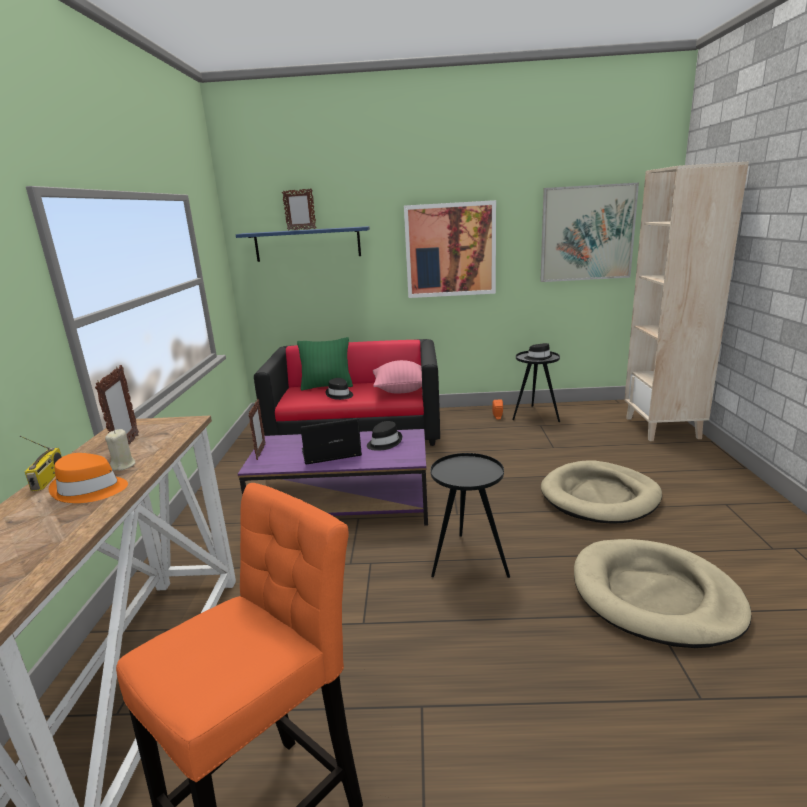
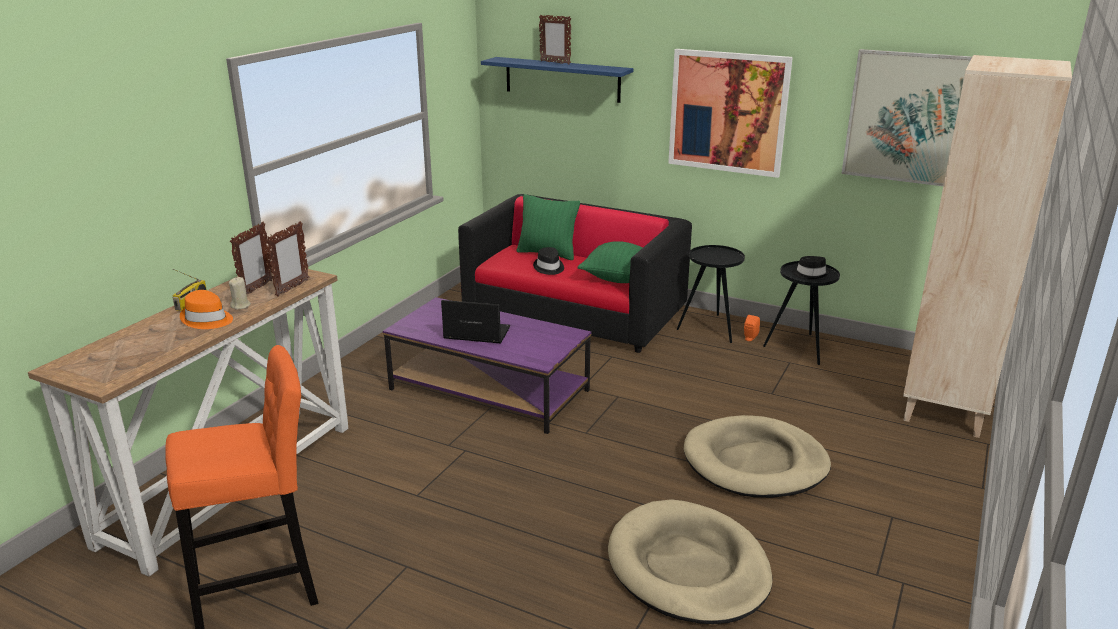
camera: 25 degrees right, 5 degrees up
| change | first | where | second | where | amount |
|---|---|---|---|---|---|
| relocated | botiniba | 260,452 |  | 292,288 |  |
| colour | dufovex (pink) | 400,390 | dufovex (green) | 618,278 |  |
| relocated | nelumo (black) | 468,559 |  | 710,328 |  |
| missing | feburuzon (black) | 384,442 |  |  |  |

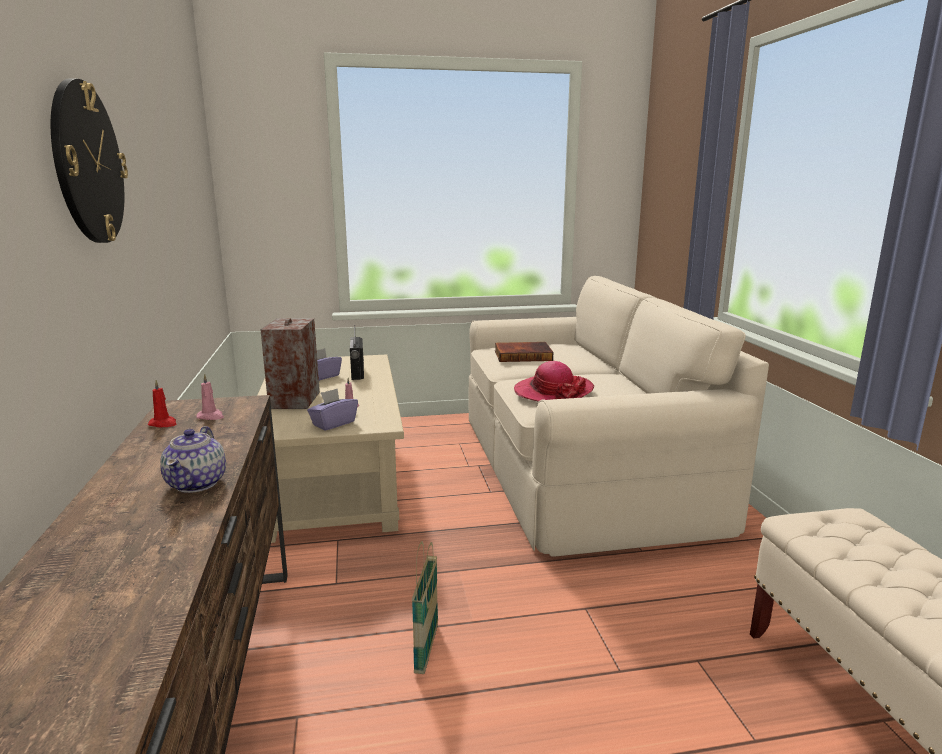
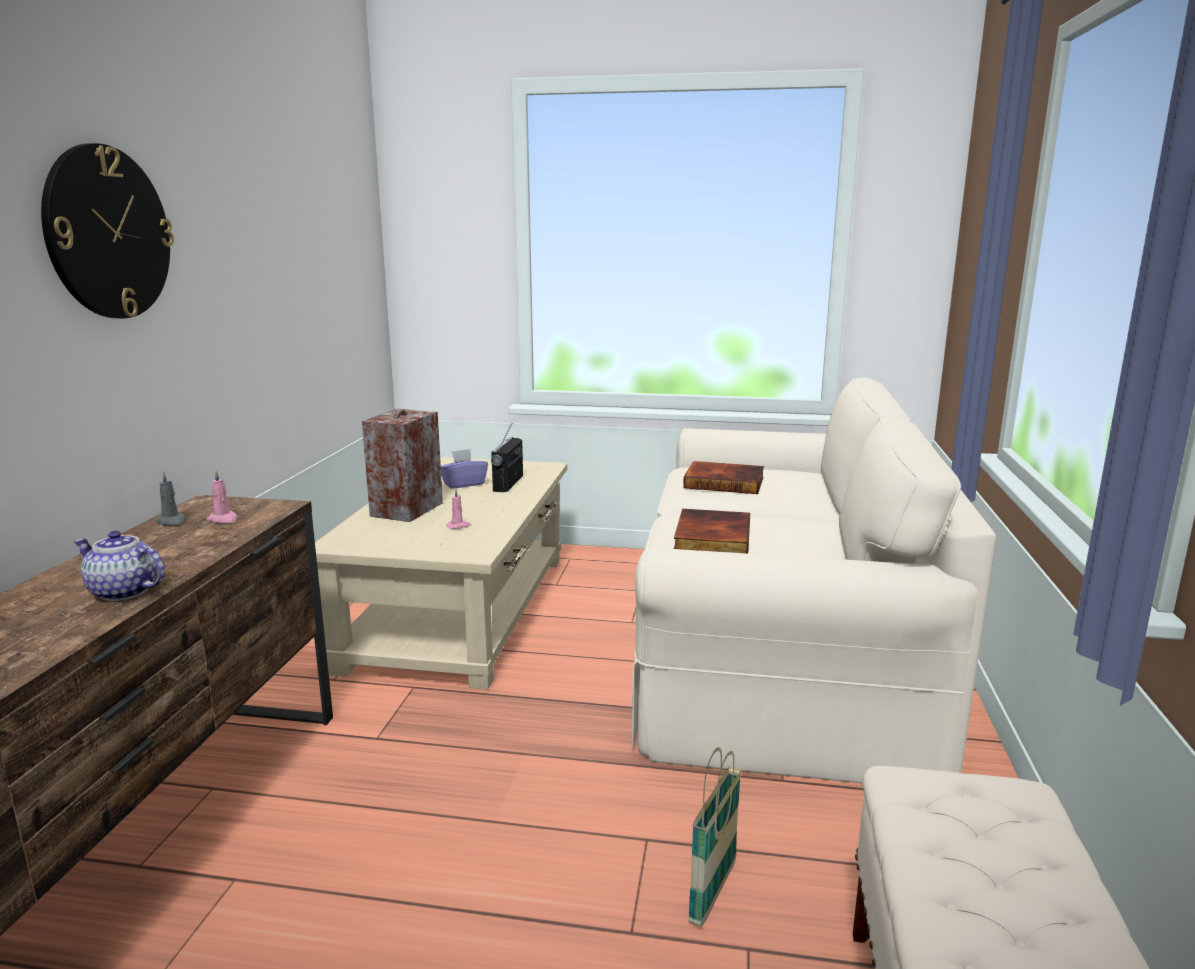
camera: 20 degrees right, 0 degrees up
| change | first | where | second | where | amount |
|---|---|---|---|---|---|
| spun | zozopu | 197,483 |  | 124,592 | 90 degrees clockwise |
| colour | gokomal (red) | 163,424 | gokomal (grey) | 171,521 |  |
| exchanged | feburuzon | 553,392 | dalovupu | 710,538 |  |
| relocated | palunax | 426,648 |  | 713,892 |  |
| missing | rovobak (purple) | 333,423 |  |  |  |

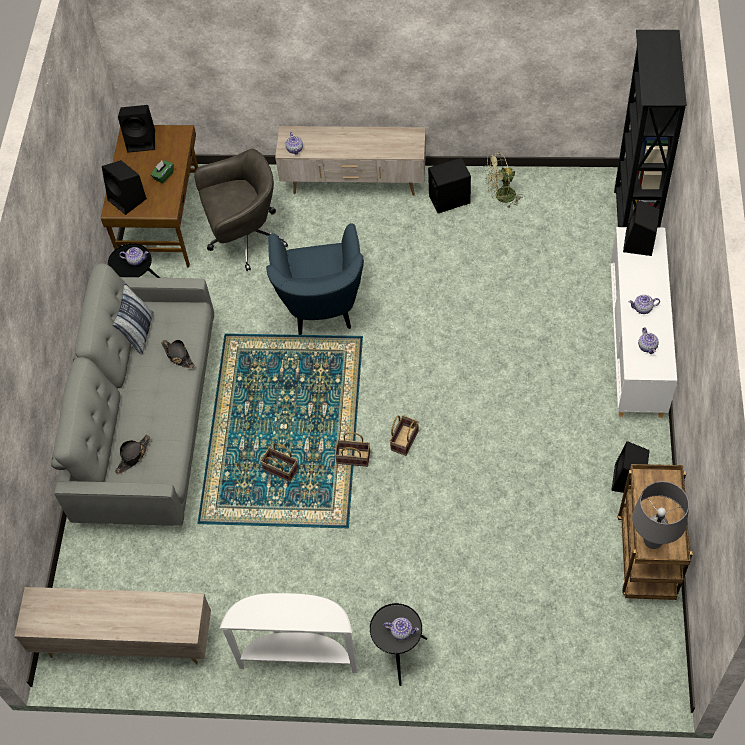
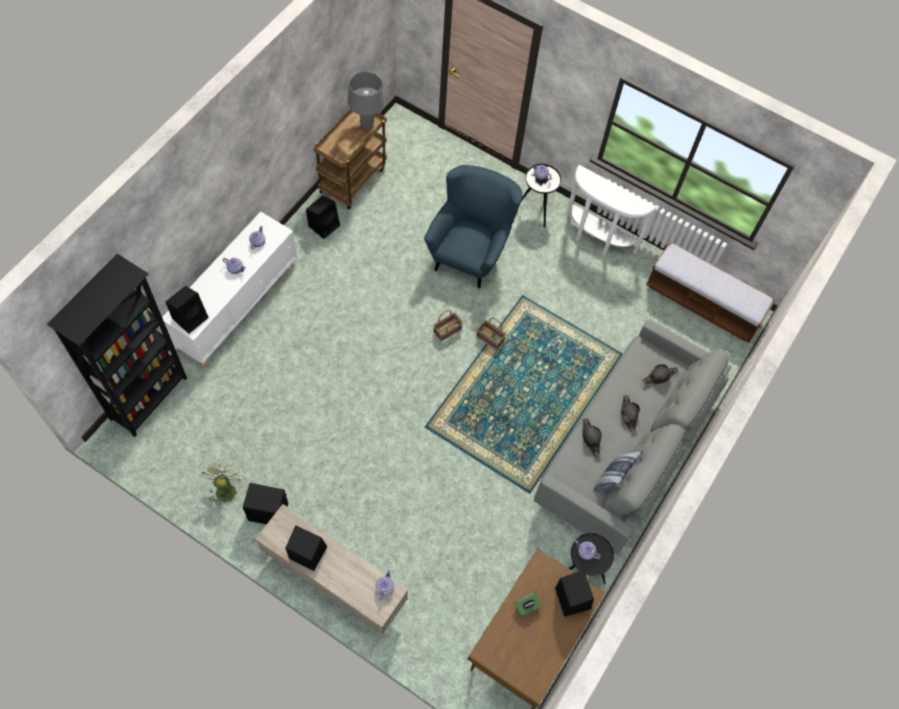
camera: 160 degrees left, 5 degrees up
| change | first | where | second | where | amount |
|---|---|---|---|---|---|
| spun | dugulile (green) | 501,197 |  | 225,488 | 105 degrees counterclockwise |
| relocated | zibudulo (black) | 142,140 |  | 307,552 |  |
| relocated | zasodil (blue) | 322,309 |  | 470,253 |  |
| appeared |  |  | feburuzon (black) | 628,414 |  |
| exchanged | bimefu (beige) | 126,643 | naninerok | 703,304 |  |
| missing | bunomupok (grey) | 245,239 |  |  |  |
| missing | palunax | 279,469 |  |  |  |

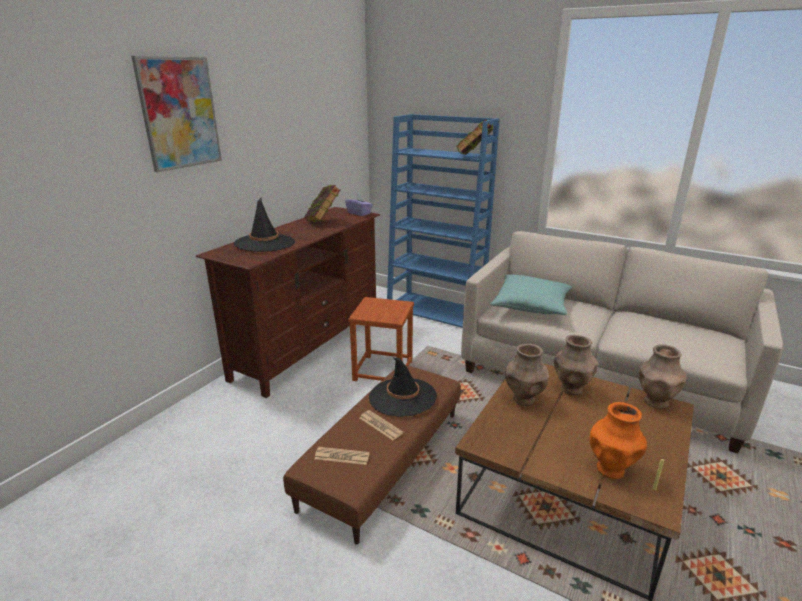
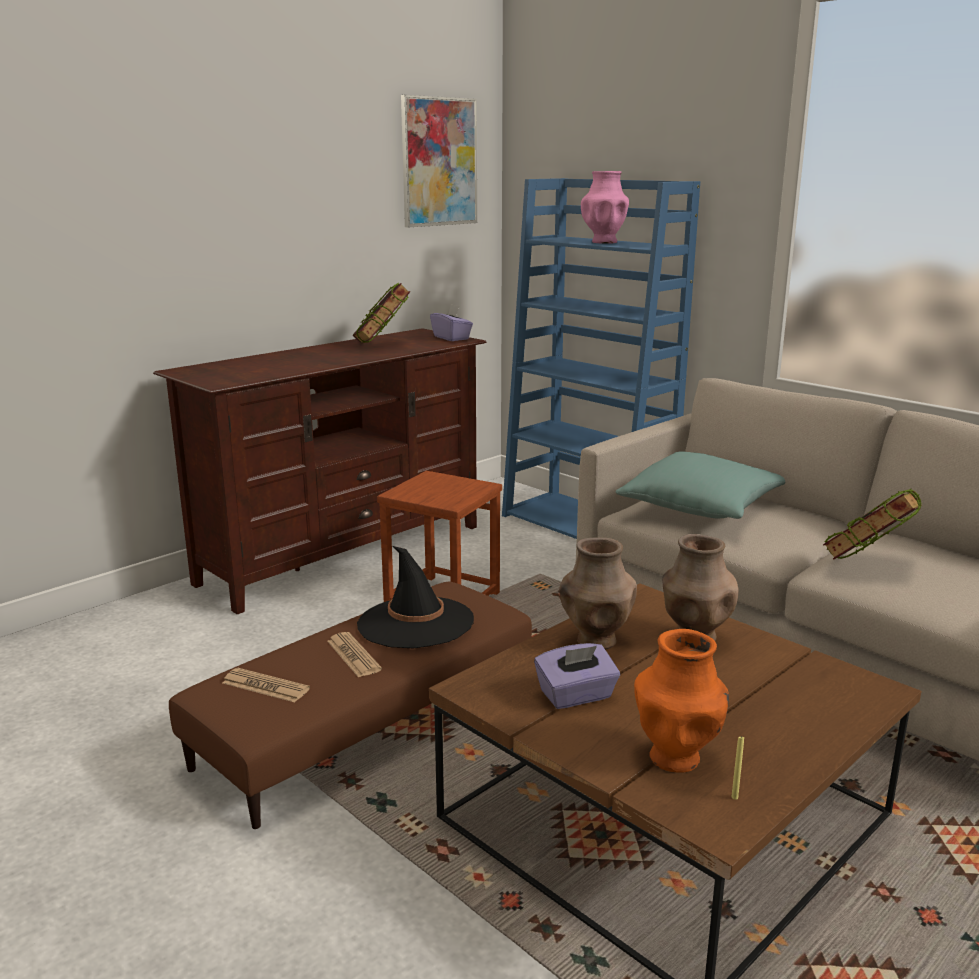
camera: 15 degrees right, 5 degrees down
| change | first | where | second | where | amount |
|---|---|---|---|---|---|
| relocated | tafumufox | 179,113 |  | 439,162 |  |
| appeared |  |  | rovobak (purple) | 576,696 |  |
| appeared |  |  | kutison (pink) | 604,242 |  |
| relocated | dalovupu | 474,157 |  | 866,566 |  |
| missing | feburuzon (black) | 265,243 |  |  |  |
| missing | kutison (brown) | 655,402 |  |  |  |

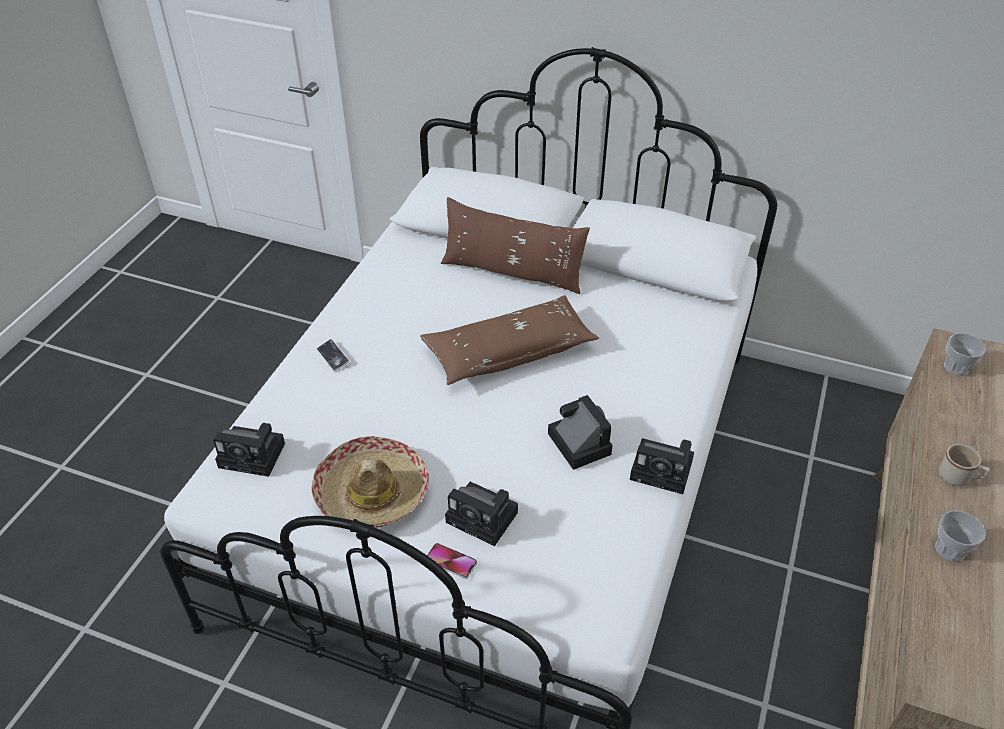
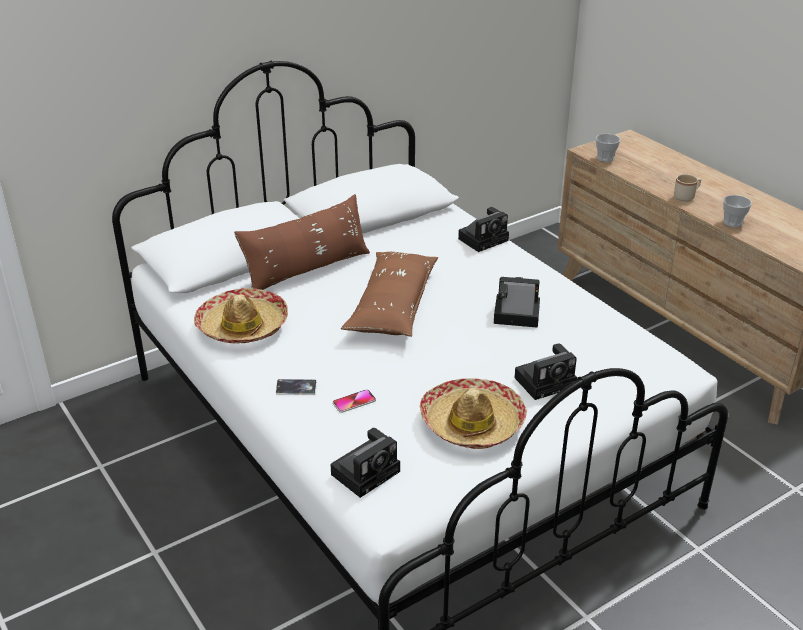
camera: 55 degrees left, 10 degrees down
| change | first | where | second | where | amount |
|---|---|---|---|---|---|
| appeared |  |  | feburuzon | 243,326 |  |
| relocated | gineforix | 451,561 |  | 354,402 |  |
| relocated | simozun | 664,470 |  | 484,239 |  |

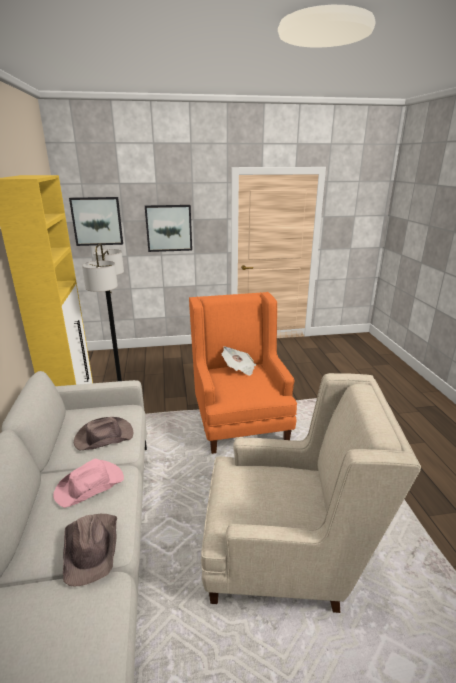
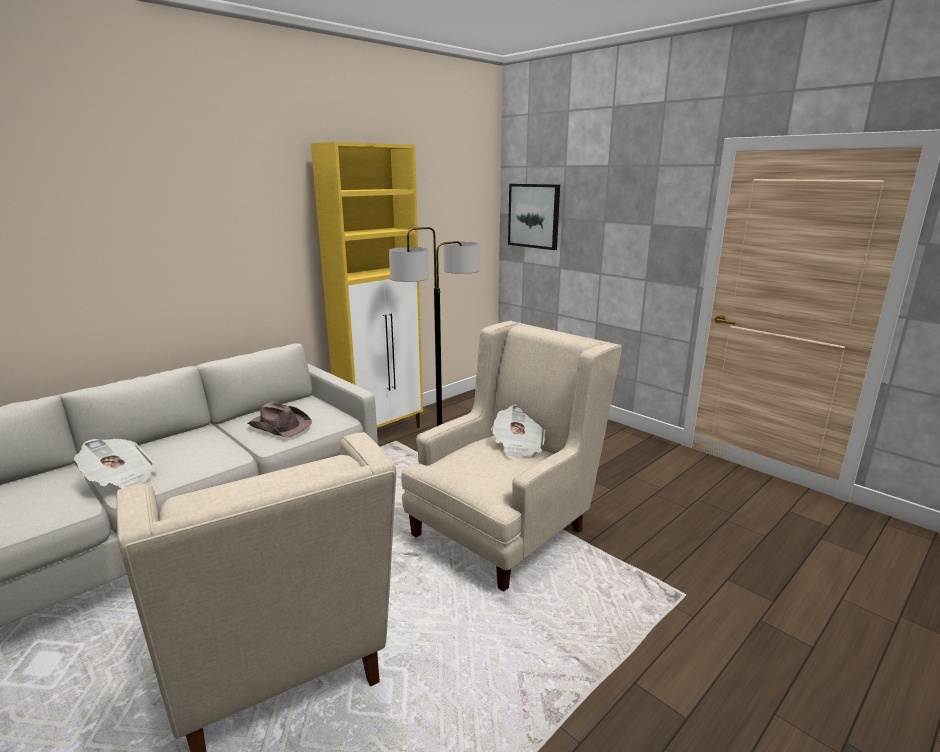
camera: 55 degrees right, 5 degrees down
| change | first | where | second | where | amount |
|---|---|---|---|---|---|
| exchanged | feburuzon (brown) | 92,547 | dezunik | 120,480 |  |
| colour | zasodil (orange) | 239,418 | zasodil (beige) | 507,526 |  |
| missing | feburuzon (pink) | 90,485 |  |  |  |
| missing | tafumufox | 169,228 |  |  |  |

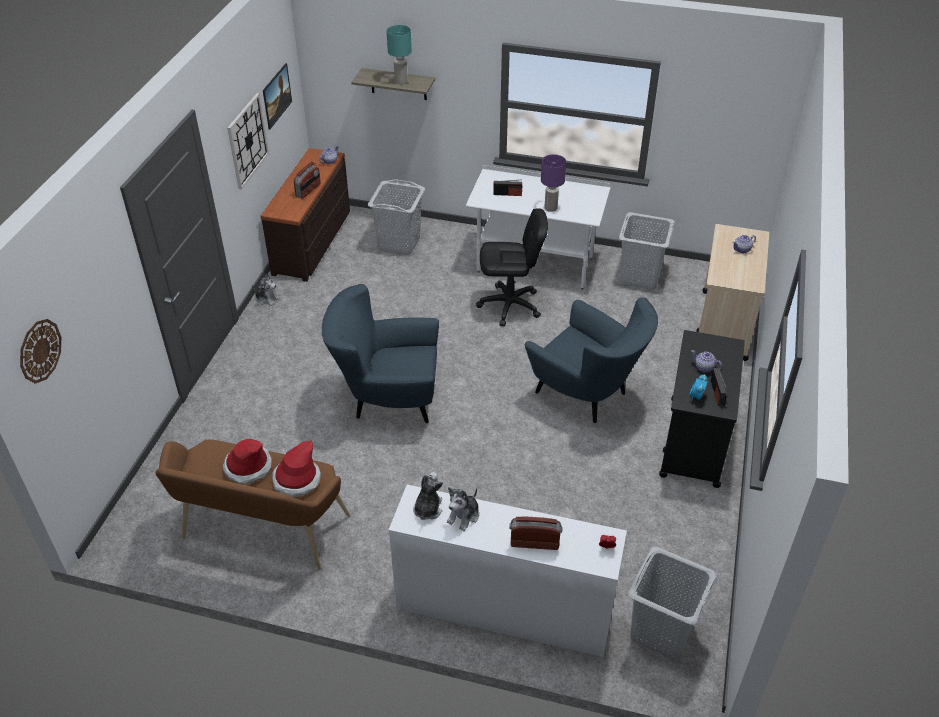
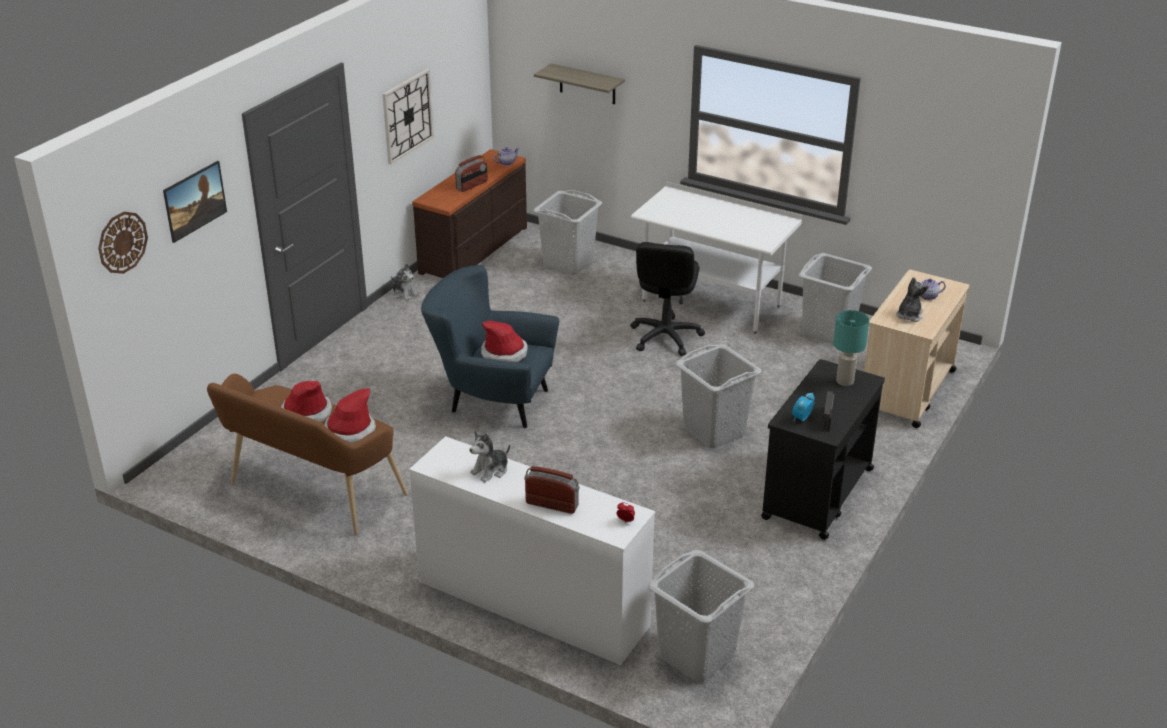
camera: 15 degrees right, 10 degrees down
| change | first | where | second | where | amount |
|---|---|---|---|---|---|
| relocated | tafumufox | 278,105 |  | 197,214 |  |
| appeared |  |  | feburuzon | 504,353 |  |
| spun | bunomupok (black) | 510,305 |  | 665,337 | 90 degrees clockwise |
| exchanged | zasodil (blue) | 587,395 | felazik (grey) | 714,431 |  |
| relocated | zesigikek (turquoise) | 401,81 |  | 845,381 |  |
| relocated | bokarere | 427,509 |  | 909,315 |  |
| missing | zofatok | 507,194 |  |  |  |
| missing | zesigikek (purple) | 550,208 |  |  |  |
| missing | zozopu | 704,368 |  |  |  |

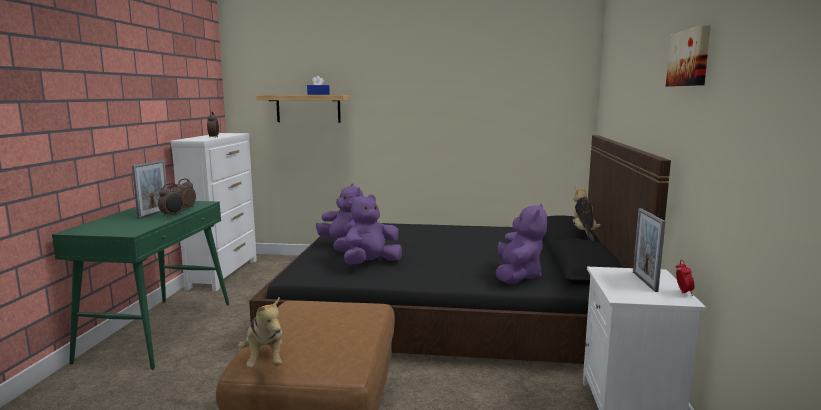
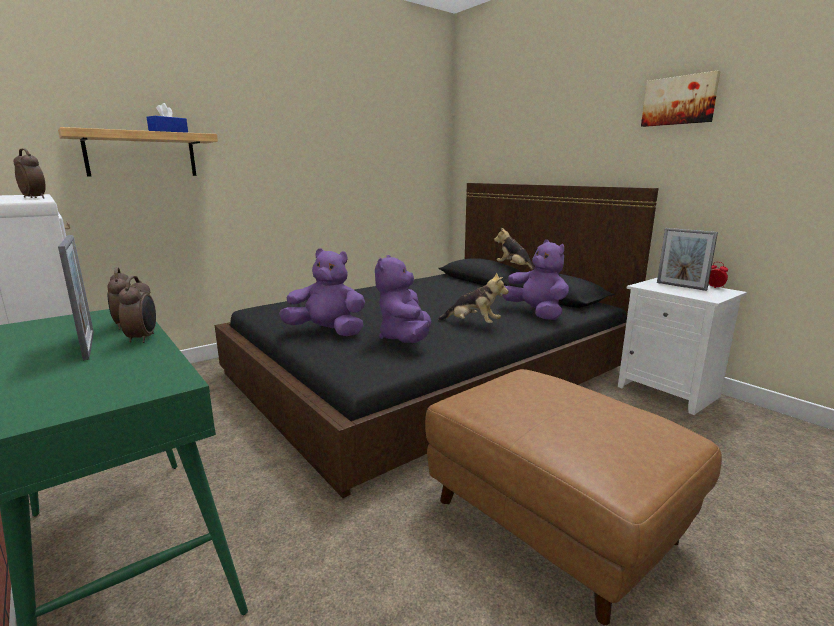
camera: 45 degrees left, 5 degrees up
| change | first | where | second | where | amount |
|---|---|---|---|---|---|
| relocated | bokarere | 265,360 |  | 472,324 |  |

